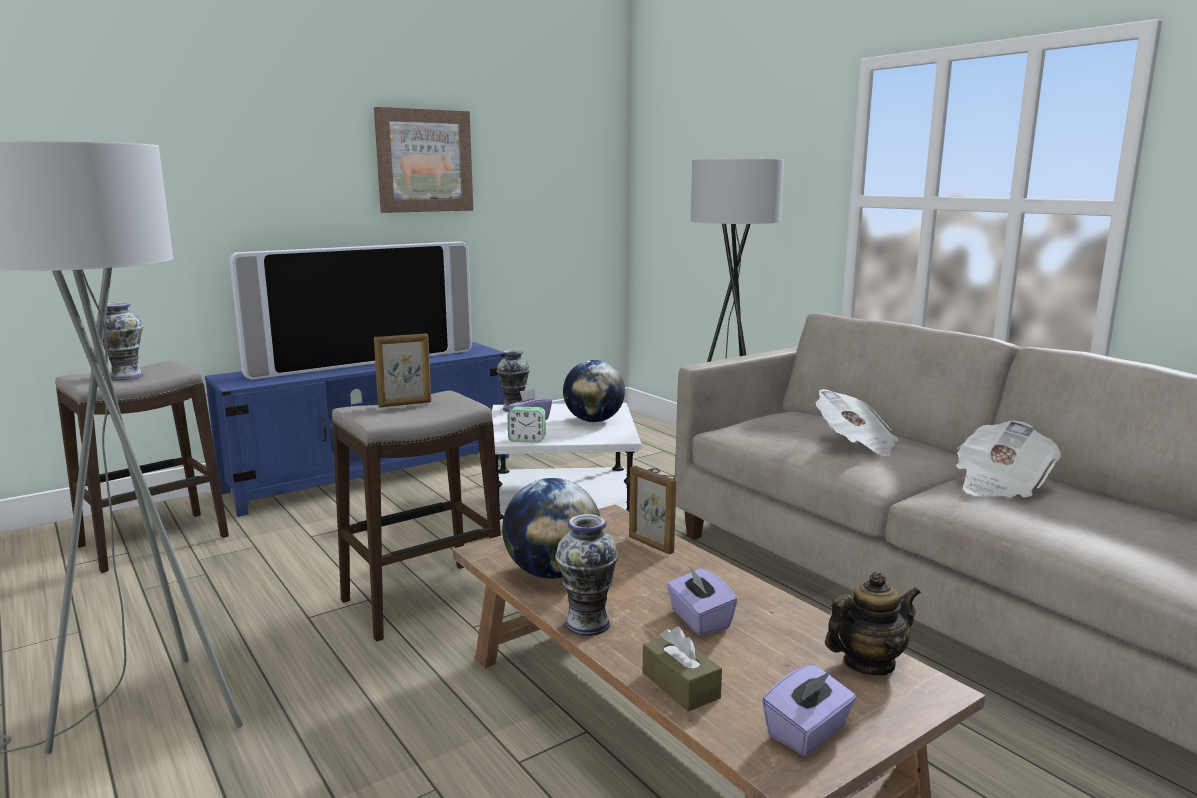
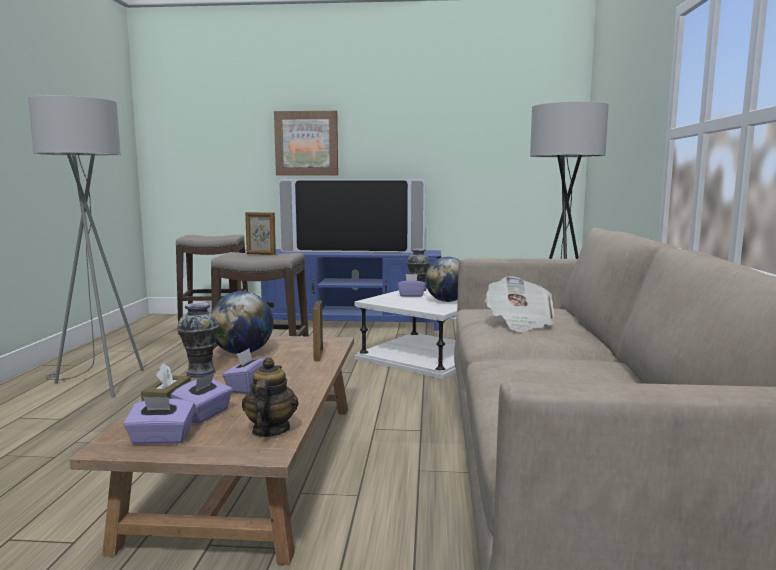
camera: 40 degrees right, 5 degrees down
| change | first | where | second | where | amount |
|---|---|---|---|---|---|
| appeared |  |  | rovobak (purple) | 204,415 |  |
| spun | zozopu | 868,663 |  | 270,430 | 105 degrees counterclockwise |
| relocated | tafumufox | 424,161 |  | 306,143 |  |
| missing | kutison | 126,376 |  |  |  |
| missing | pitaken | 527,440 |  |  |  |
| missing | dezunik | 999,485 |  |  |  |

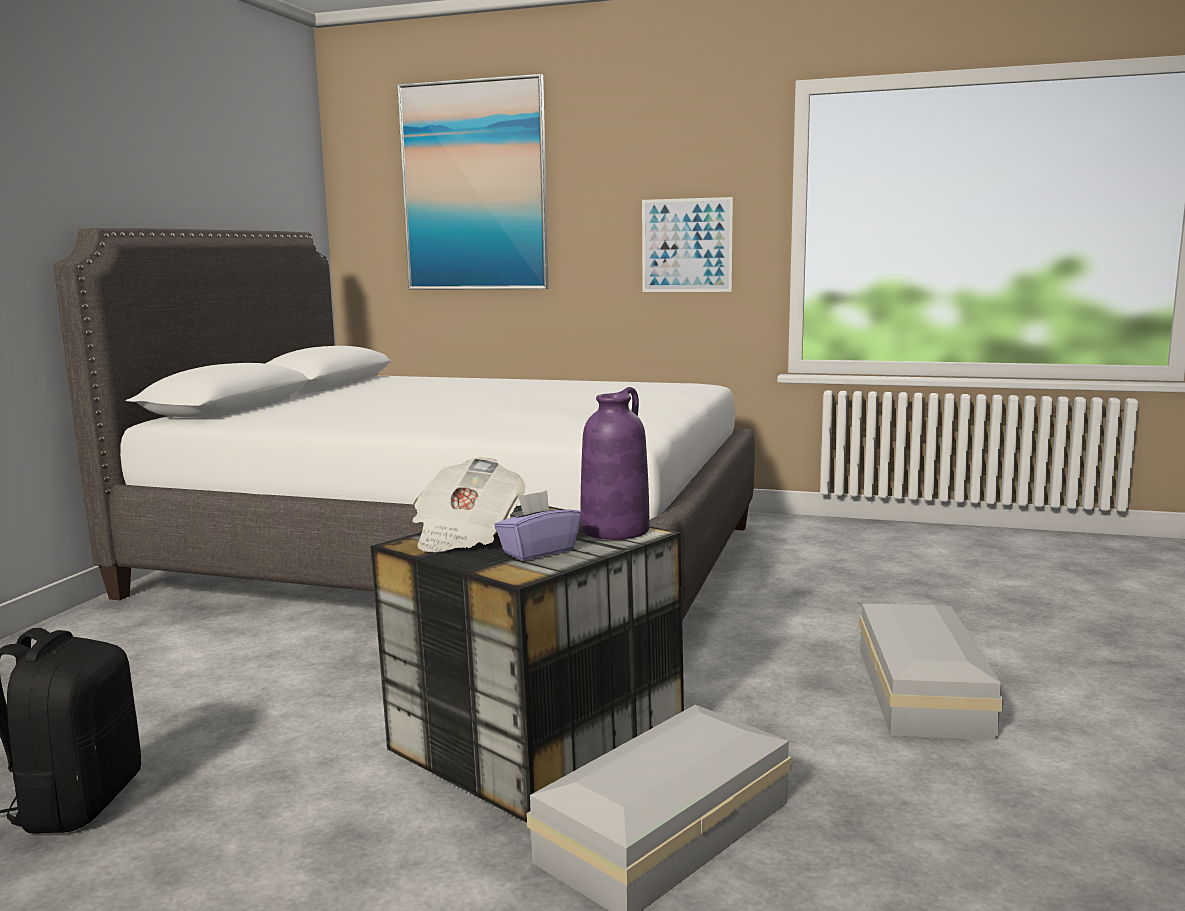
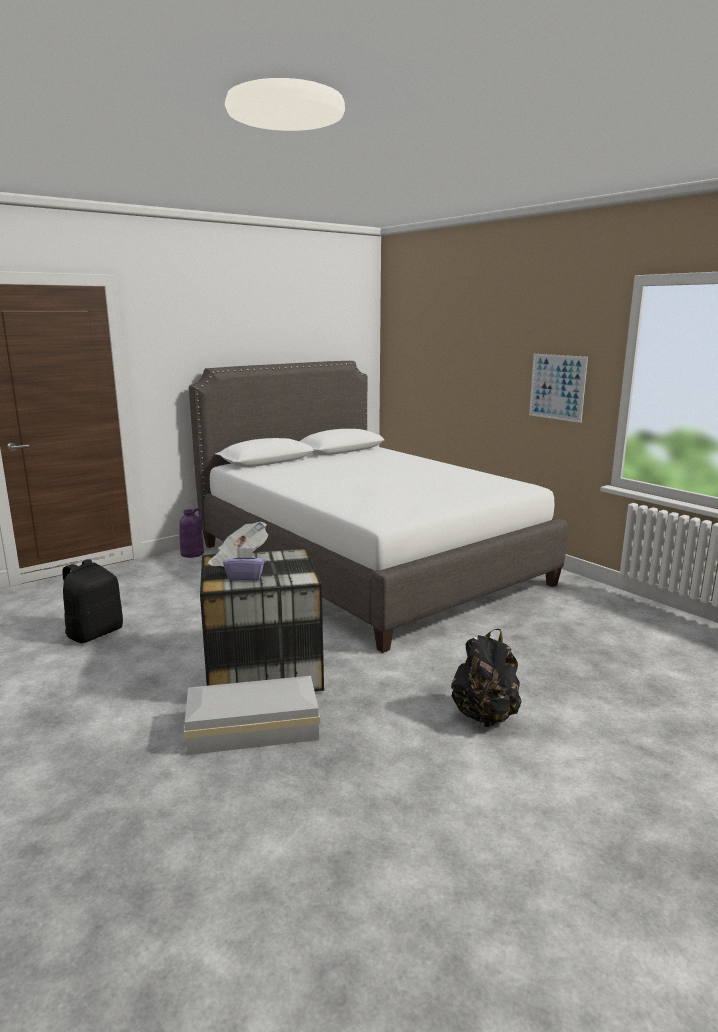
camera: 35 degrees right, 5 degrees up
| change | first | where | second | where | amount |
|---|---|---|---|---|---|
| relocated | kutison (purple) | 615,529 |  | 192,553 |  |
| exchanged | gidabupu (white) | 923,689 | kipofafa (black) | 485,716 |  |
| missing | tafumufox | 474,186 |  |  |  |

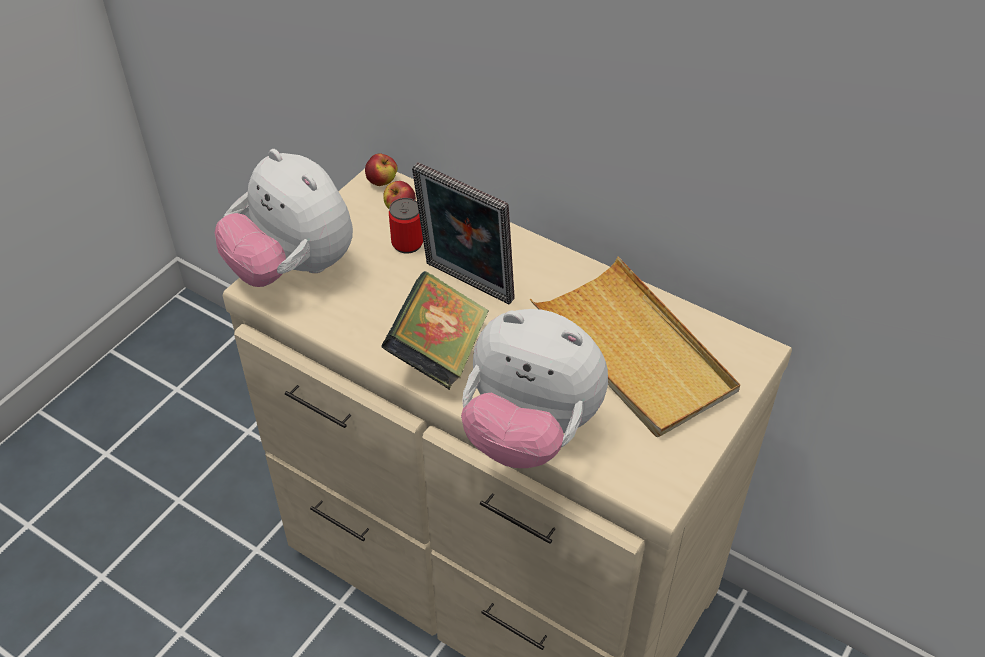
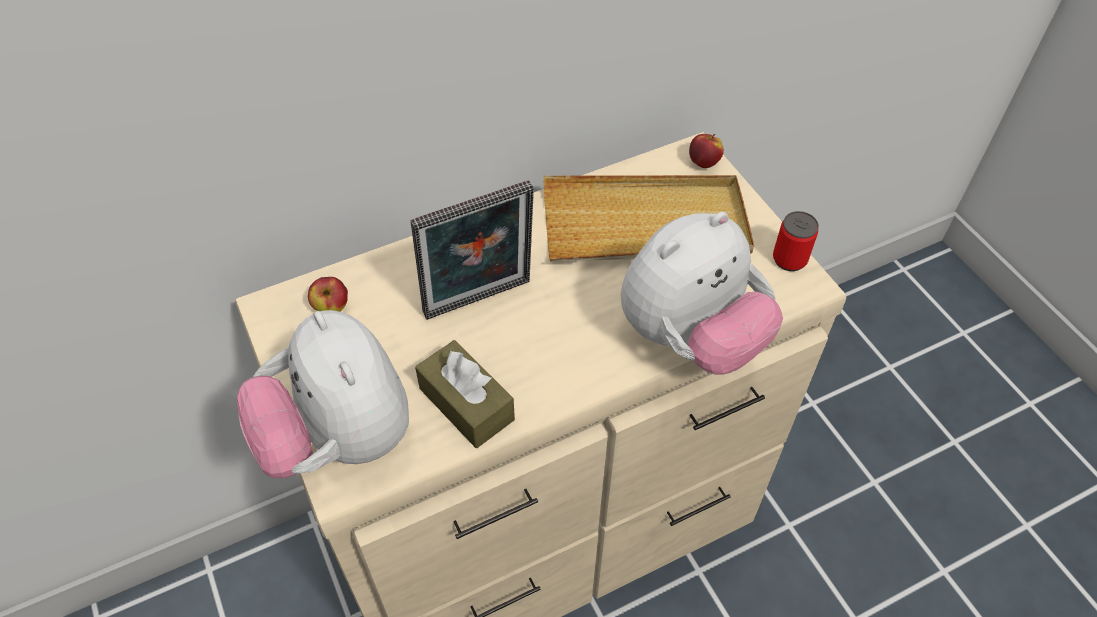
camera: 60 degrees left, 5 degrees up
| change | first | where | second | where | amount |
|---|---|---|---|---|---|
| spun | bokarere | 293,268 |  | 339,438 | 75 degrees clockwise |
| appeared |  |  | rovobak (brown) | 466,404 |  |
| relocated | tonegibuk | 382,182 |  | 703,162 |  |
| relocated | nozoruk | 407,243 |  | 789,259 |  |
| missing | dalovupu | 438,353 |  |  |  |

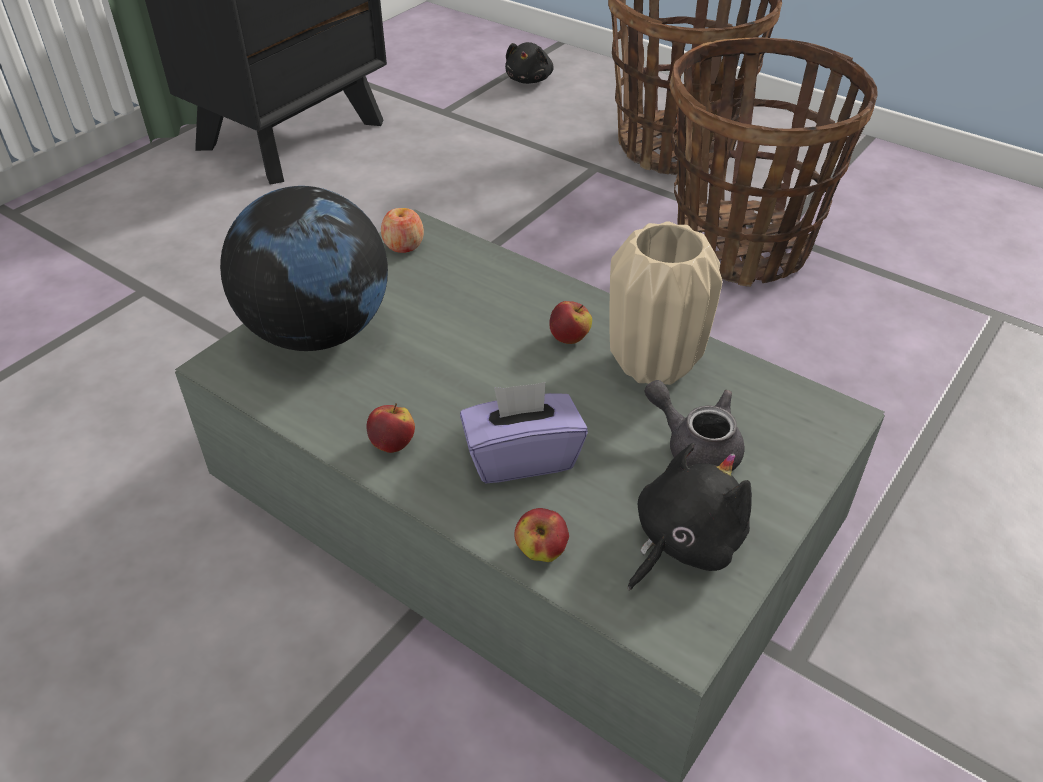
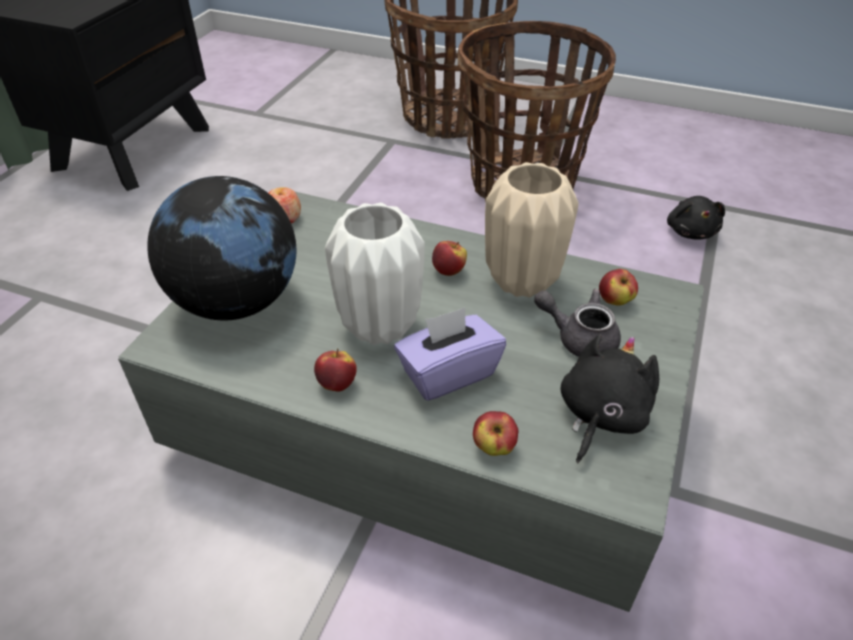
camera: 15 degrees left, 0 degrees up
| change | first | where | second | where | amount |
|---|---|---|---|---|---|
| appeared |  |  | kutison (white) | 379,326 |  |
| appeared |  |  | tonegibuk | 614,301 |  |
| relocated | bokarere (black) | 529,79 |  | 690,231 |  |

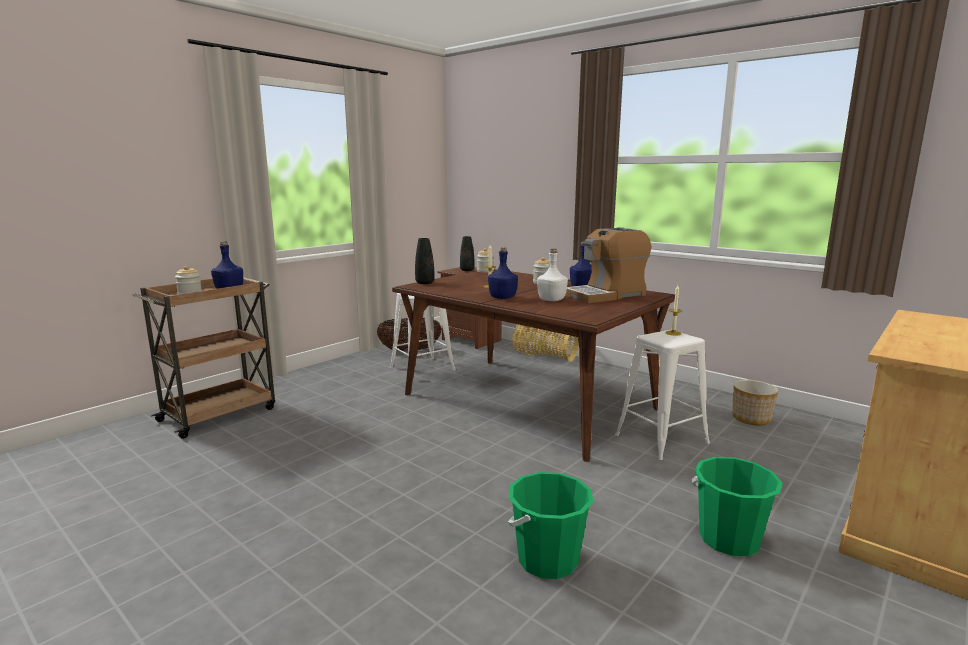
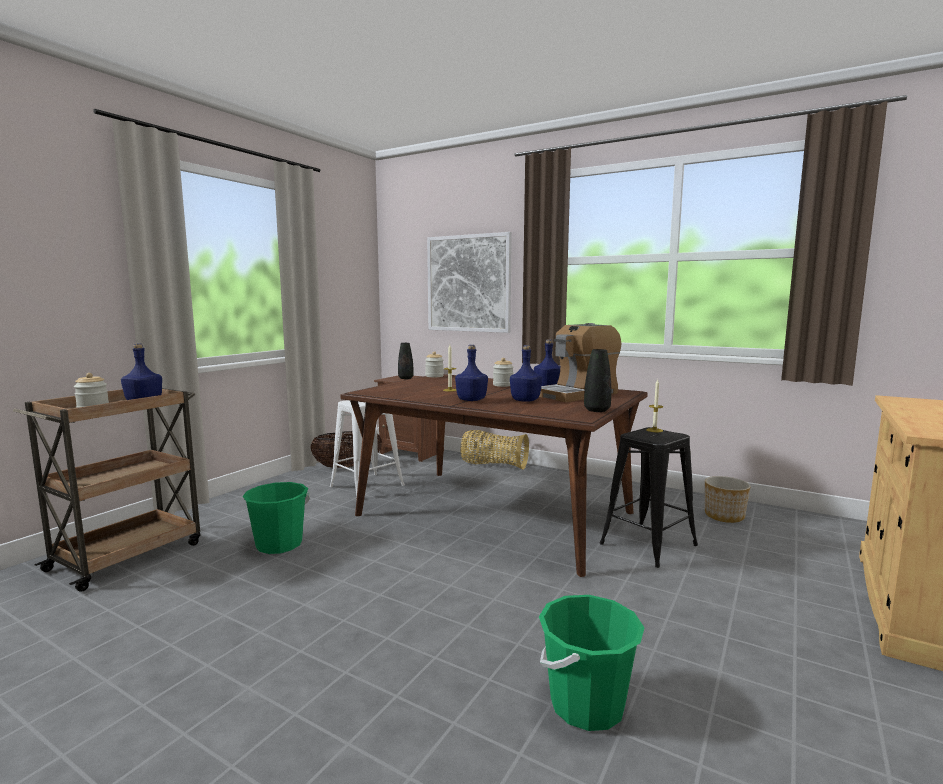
camera: 10 degrees left, 5 degrees down
| change | first | where | second | where | amount |
|---|---|---|---|---|---|
| relocated | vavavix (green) | 729,539 |  | 279,545 |  |
| appeared |  |  | tafumufox | 468,283 |  |
| colour | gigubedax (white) | 551,300 | gigubedax (blue) | 525,400 |  |
| relocated | kutison (black) | 425,283 |  | 597,410 |  |
| colour | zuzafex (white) | 661,439 | zuzafex (black) | 648,544 |  |

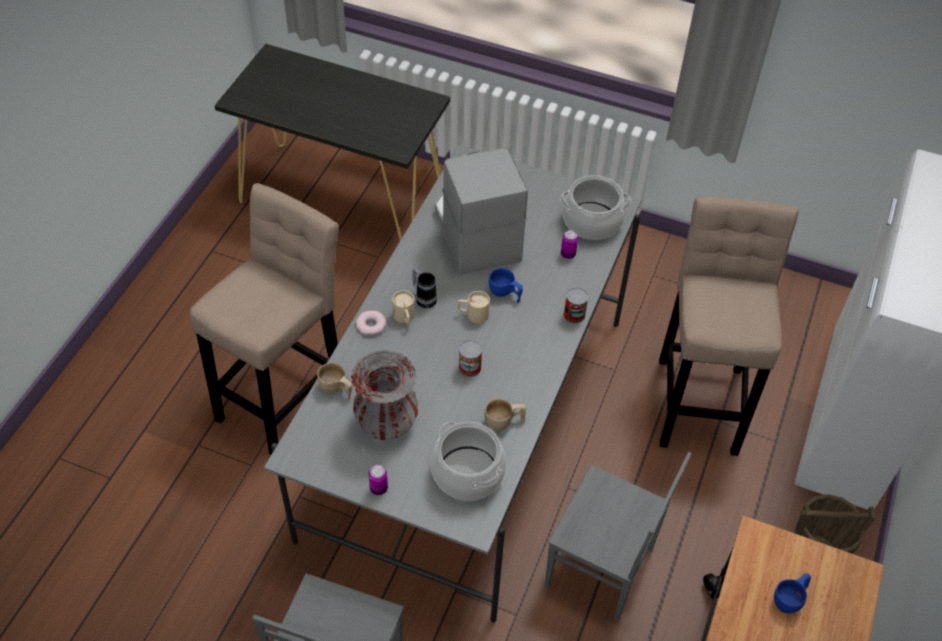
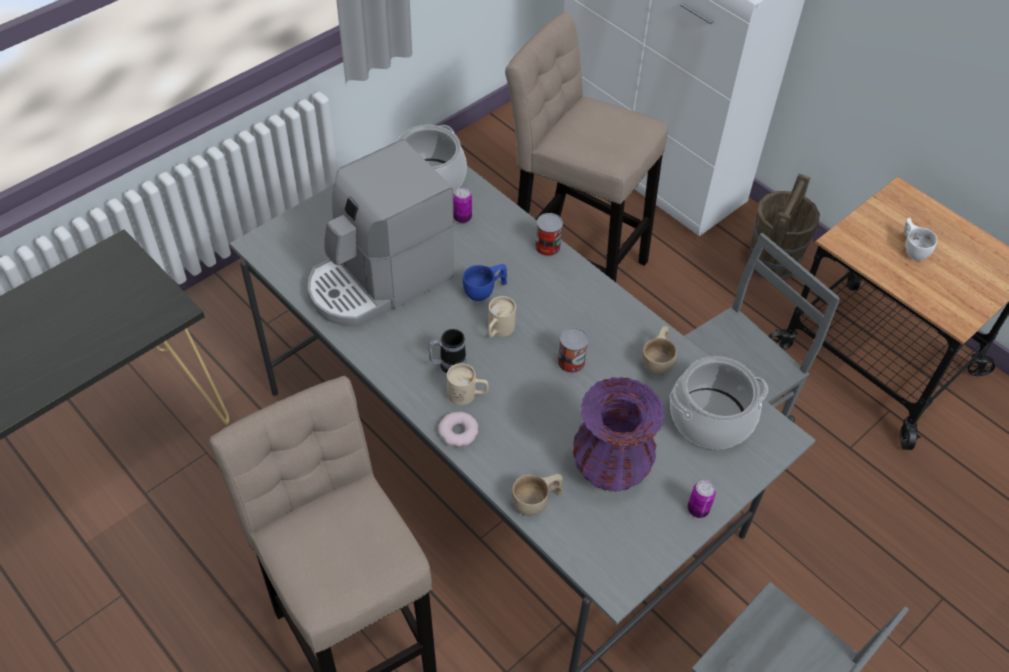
camera: 65 degrees left, 0 degrees up
| change | first | where | second | where | amount |
|---|---|---|---|---|---|
| spun | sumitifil | 475,232 |  | 379,281 | 45 degrees counterclockwise |
| colour | kutison (grey) | 387,423 | kutison (purple) | 610,468 |  |
| colour | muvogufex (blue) | 790,599 | muvogufex (white) | 912,248 |  |

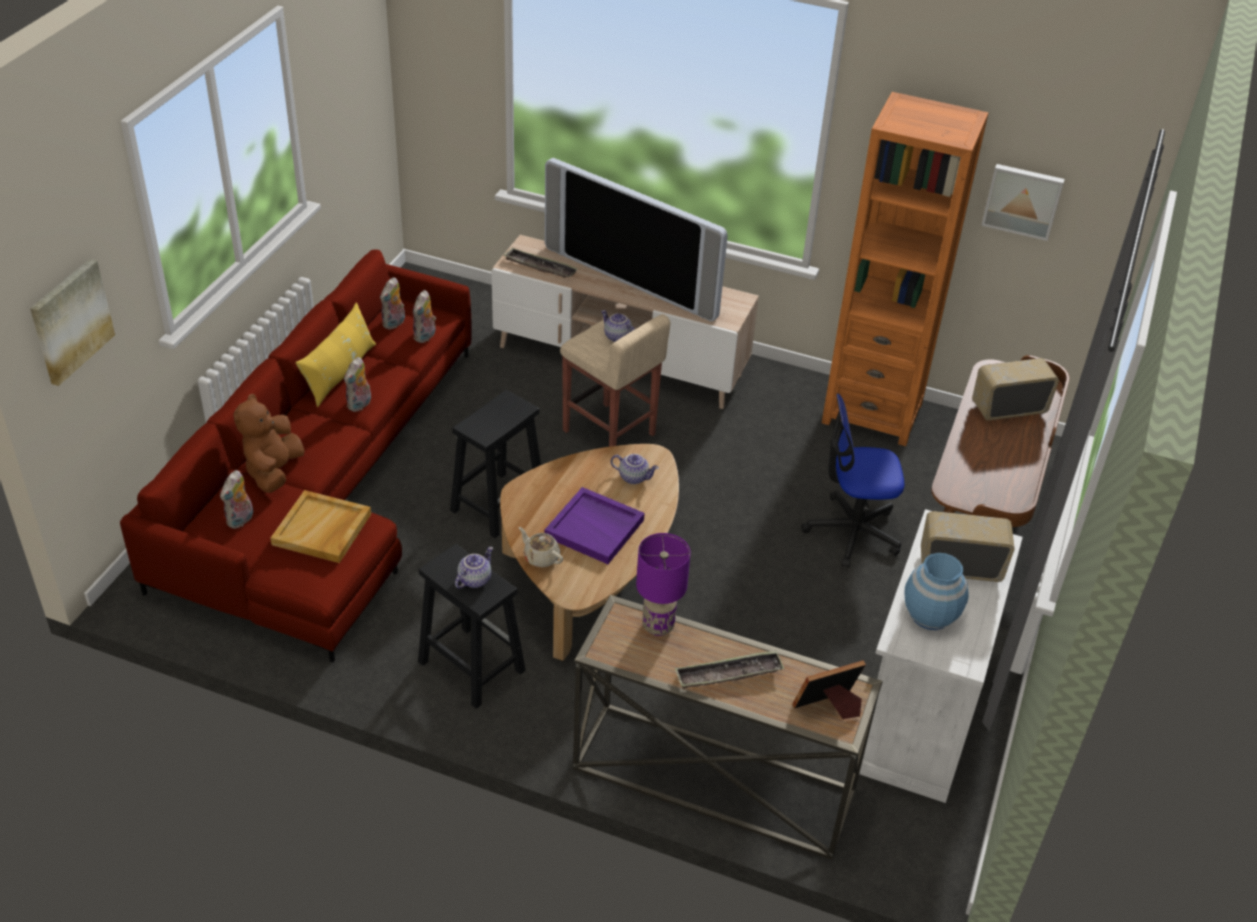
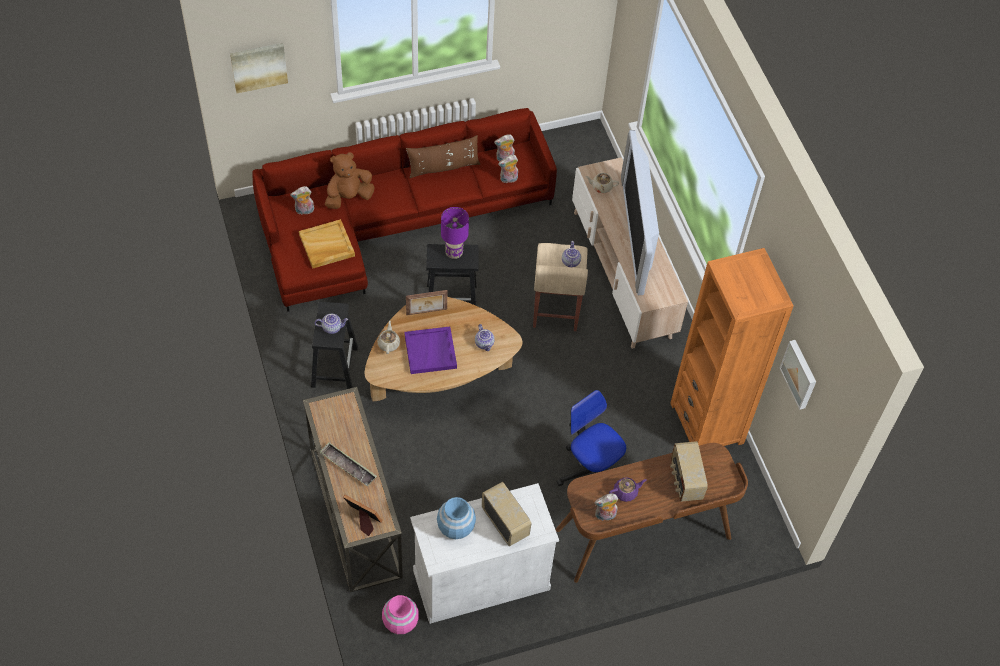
camera: 50 degrees right, 15 degrees up
| change | first | where | second | where | amount |
|---|---|---|---|---|---|
| appeared |  |  | kutison (pink) | 400,622 |  |
| colour | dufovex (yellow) | 340,373 | dufovex (brown) | 443,167 |  |
| appeared |  |  | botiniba | 426,312 |  |
| relocated | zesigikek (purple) | 658,626 |  | 454,253 |  |
| exchanged | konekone | 540,267 | zozopu (beige) | 601,187 |  |
| relocated | bokarere | 360,405 |  | 605,516 |  |
| appeared |  |  | zozopu (purple) | 626,492 |  |
| spun | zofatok | 1008,408 |  | 685,480 | 135 degrees counterclockwise |

